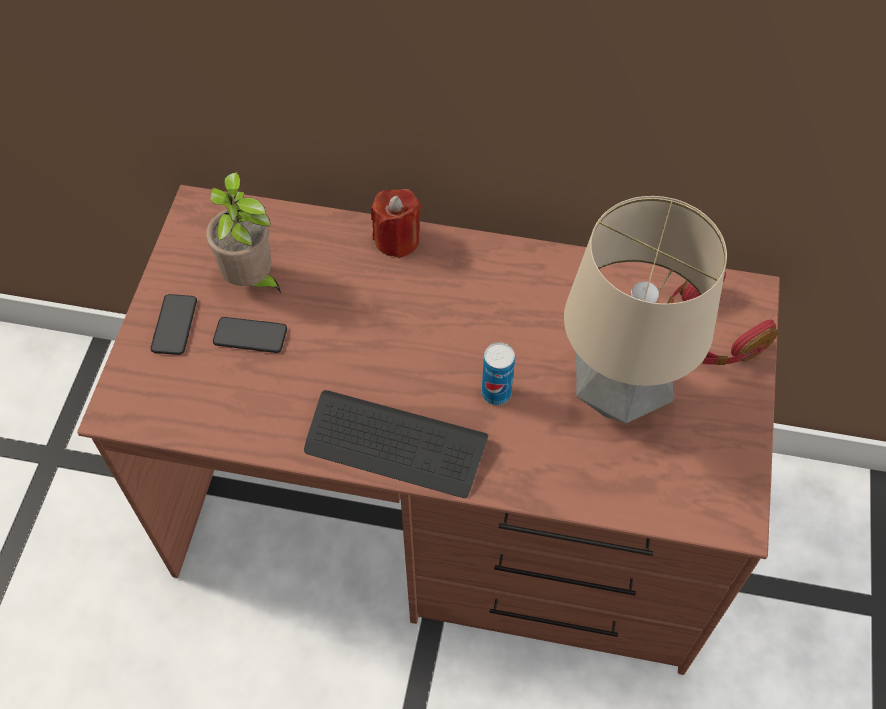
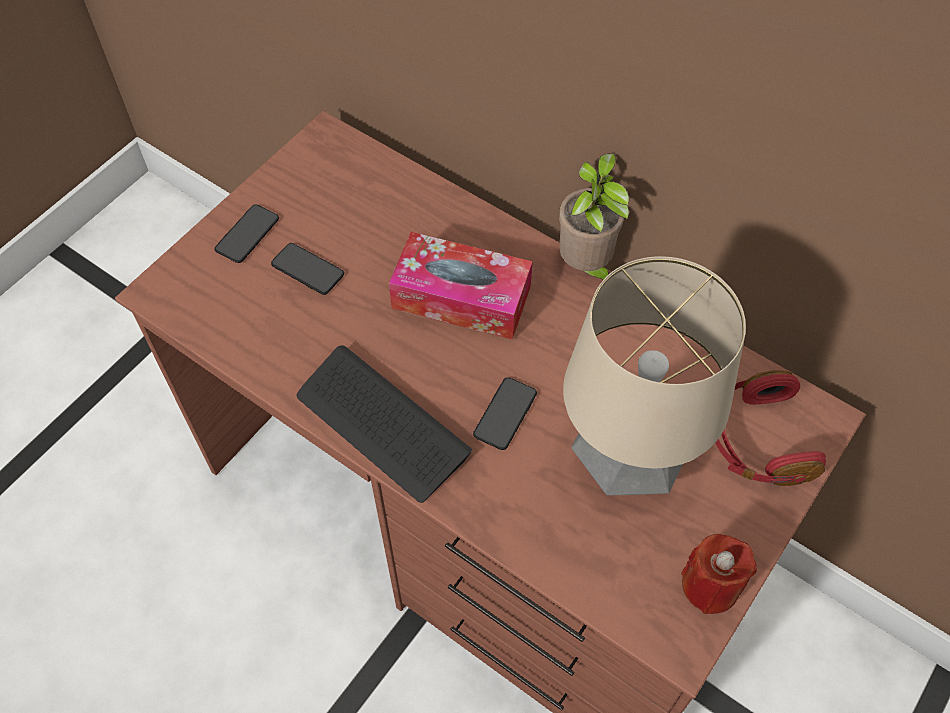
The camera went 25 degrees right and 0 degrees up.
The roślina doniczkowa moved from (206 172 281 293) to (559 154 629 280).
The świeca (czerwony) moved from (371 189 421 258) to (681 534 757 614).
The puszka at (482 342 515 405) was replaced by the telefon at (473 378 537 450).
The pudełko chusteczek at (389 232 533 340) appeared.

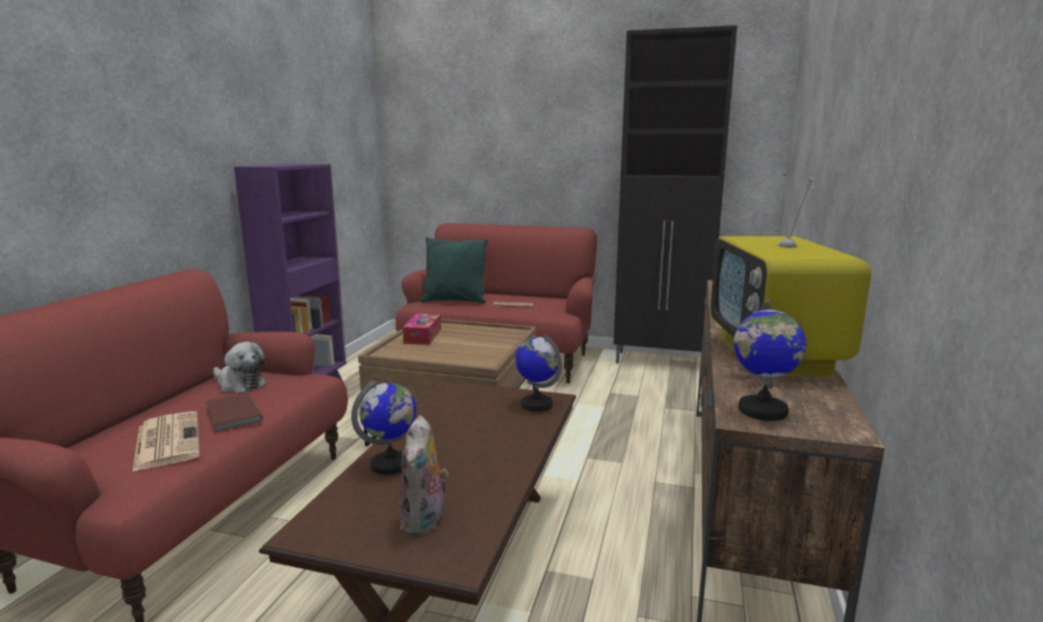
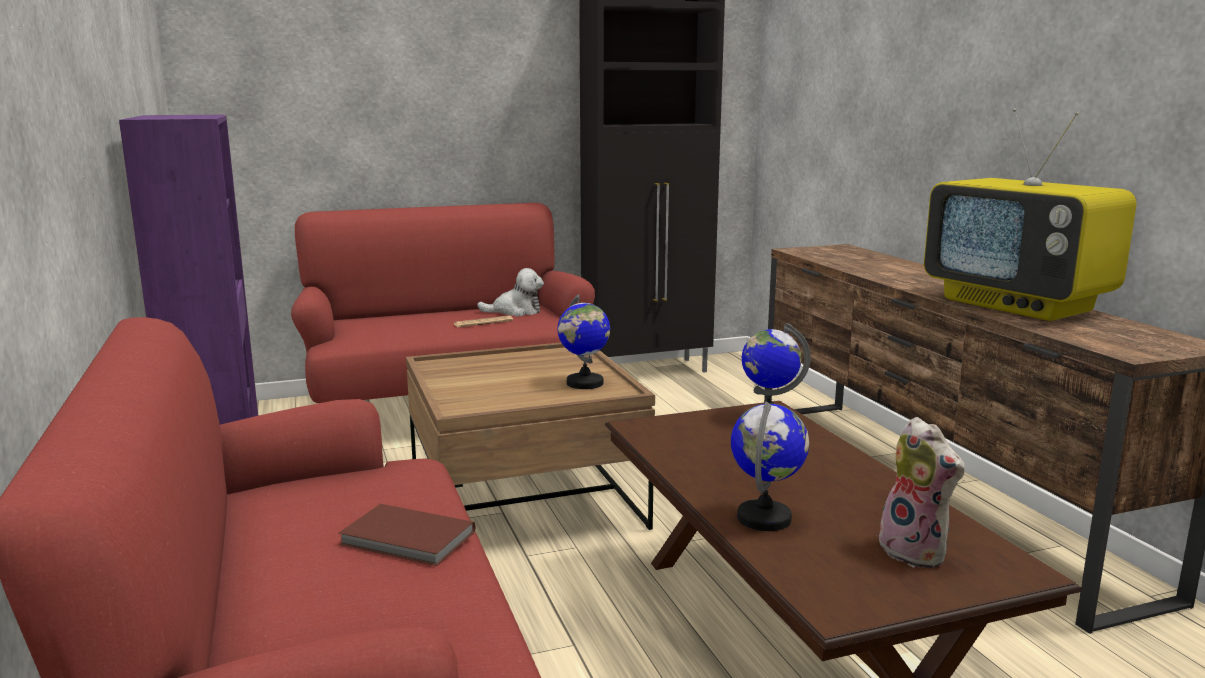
The camera went 35 degrees left and 0 degrees up.
The gazeta at (132 411 200 472) disappeared.
The pluszak moved from (213 342 266 393) to (477 268 544 317).
The pudełko chusteczek at (403 313 441 345) disappeared.
The poduszka (zielony) at (421 237 488 303) disappeared.
The globus moved from (734 299 806 421) to (558 294 610 389).

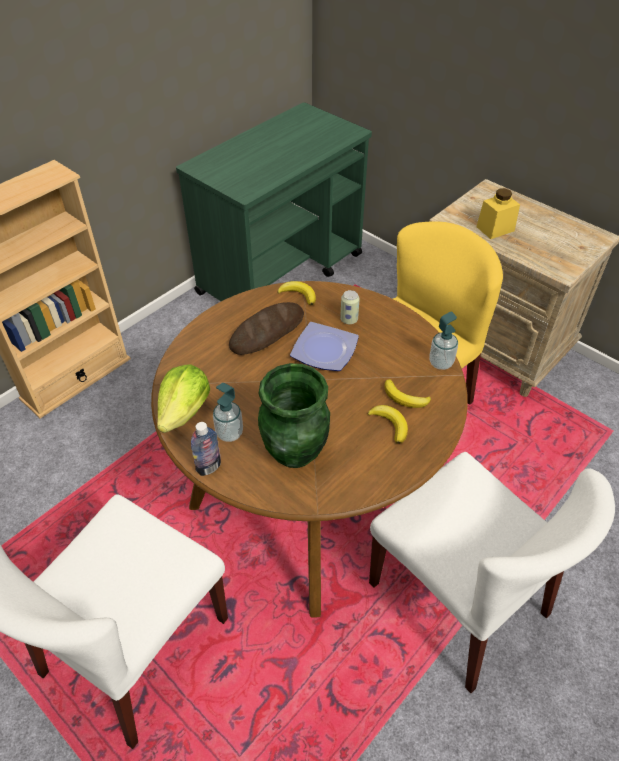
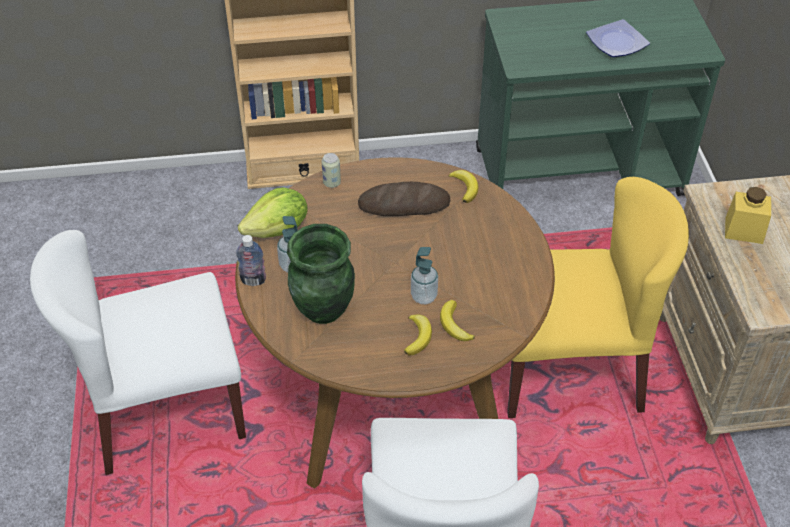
The camera went 40 degrees right and 0 degrees up.
The talerz moved from (290 322 359 371) to (586 19 650 57).
The puszka moved from (340 290 360 324) to (322 153 341 188).
The dozownik mydła moved from (429 311 458 370) to (411 247 438 304).

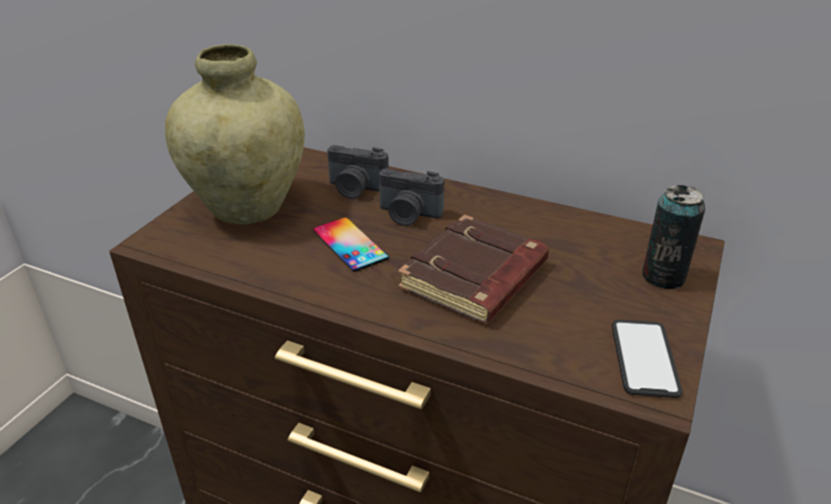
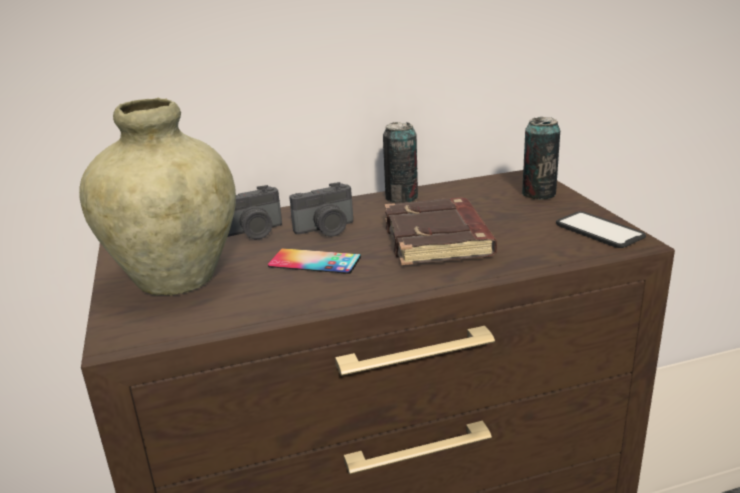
The camera went 40 degrees left and 10 degrees down.
The puszka at (383 122 418 203) appeared.

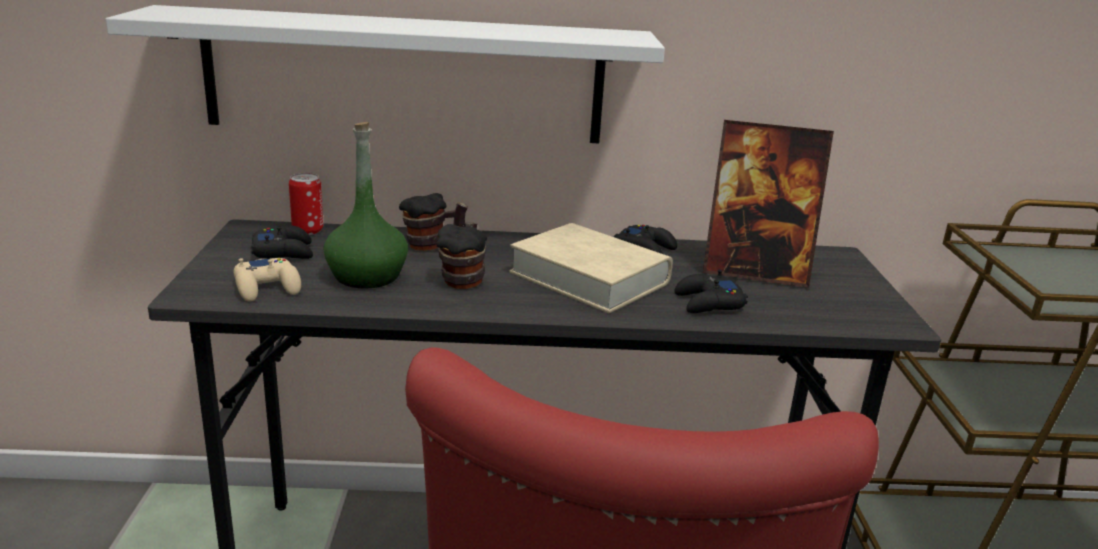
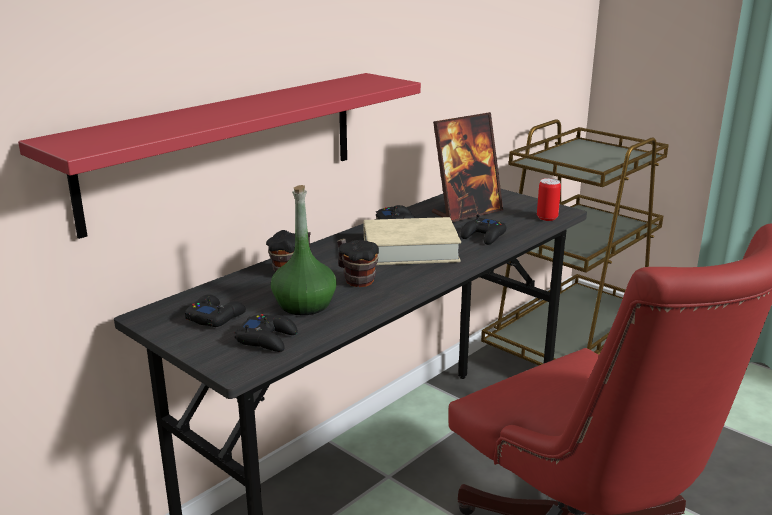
The camera went 45 degrees left and 0 degrees up.
The półka (biały) at (106 5 665 143) became the półka (czerwony) at (18 73 421 239).
The pad do gier (beżowy) at (234 258 301 302) became the pad do gier (czarny) at (235 314 298 352).
The puszka moved from (289 173 323 235) to (537 178 561 221).

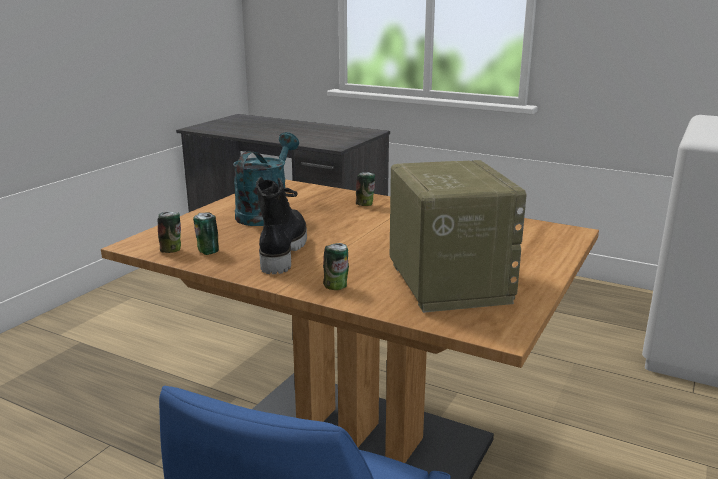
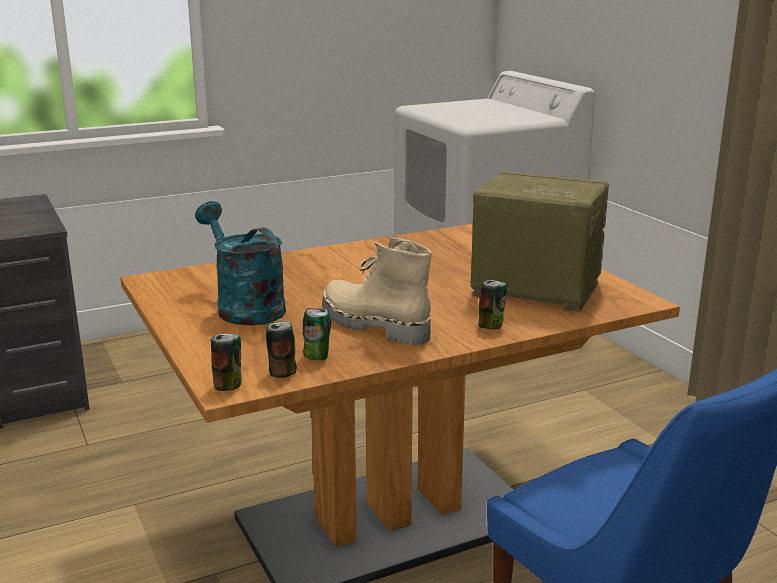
The camera went 55 degrees left and 0 degrees up.
The but z cholewką (czarny) at (256 177 307 274) became the but z cholewką (beżowy) at (322 237 432 345).
The puszka moved from (356 172 375 206) to (210 333 242 391).

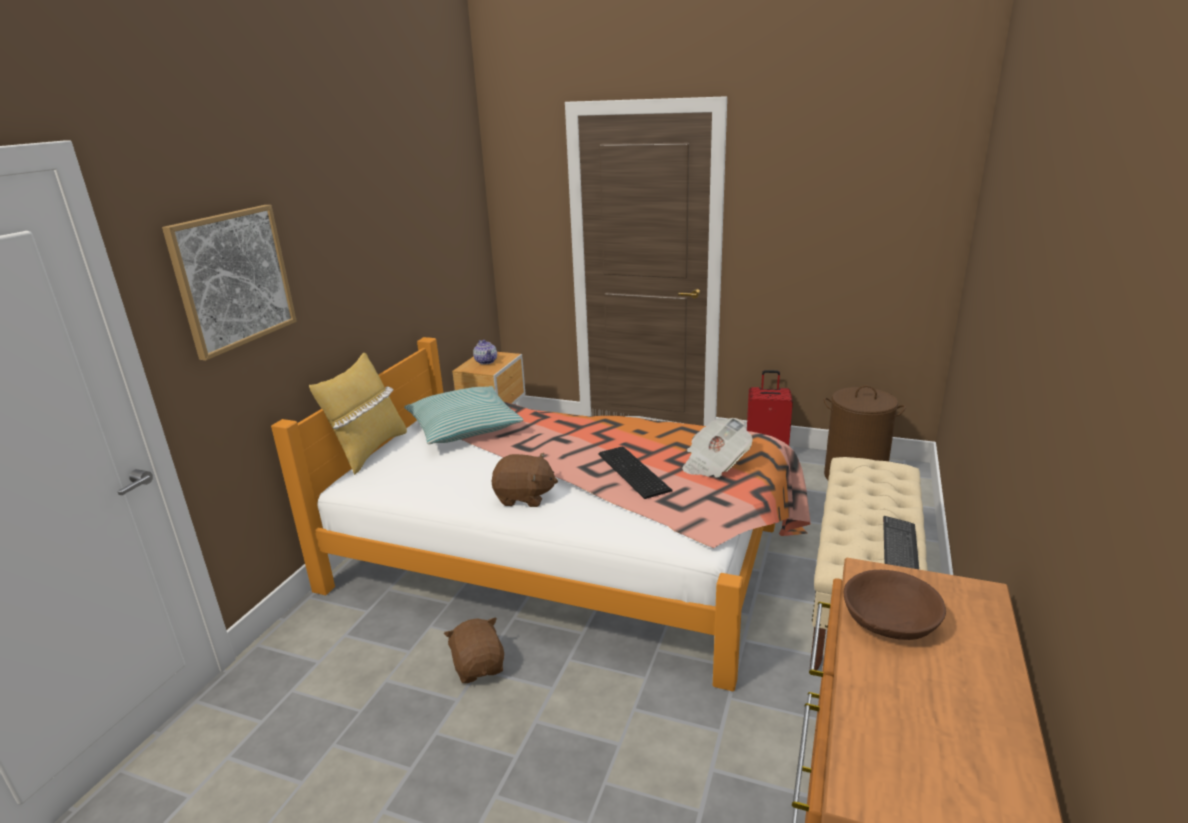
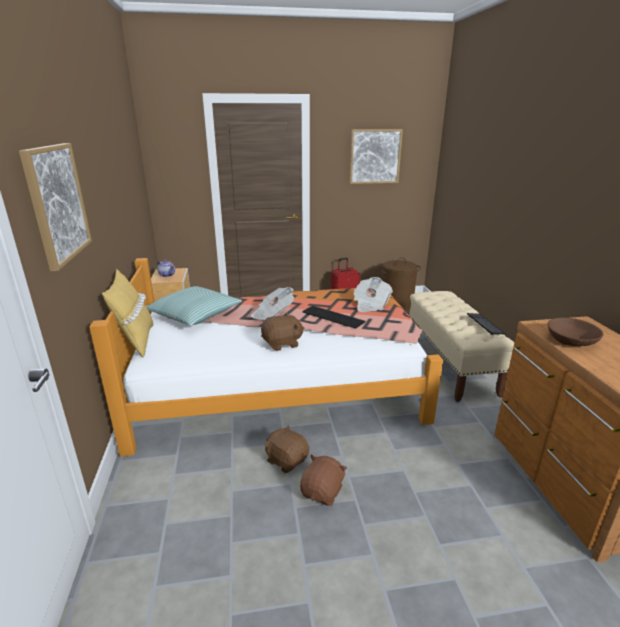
The camera went 30 degrees left and 0 degrees up.
The gazeta at (251 287 294 320) appeared.
The pluszak (brązowy) at (300 455 347 506) appeared.
The obraz at (349 129 403 184) appeared.

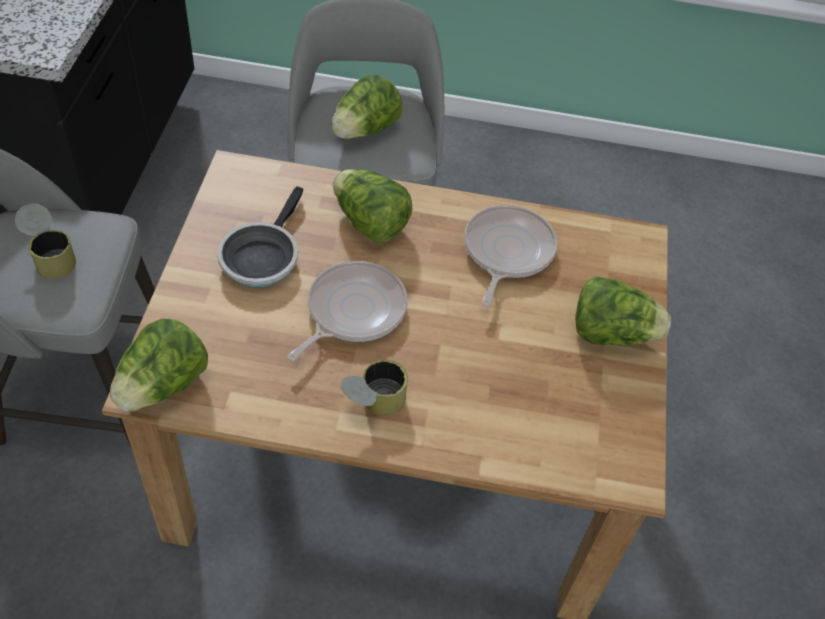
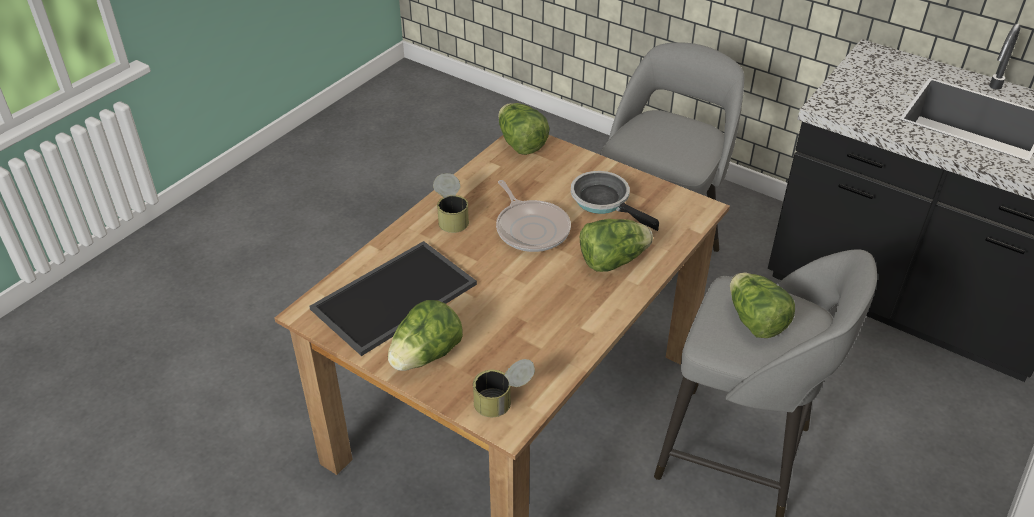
The camera went 120 degrees right and 10 degrees down.
The puszka moved from (15 203 76 279) to (473 359 535 417).
The patelnia at (464 205 557 306) disappeared.
The taca at (309 241 477 356) appeared.

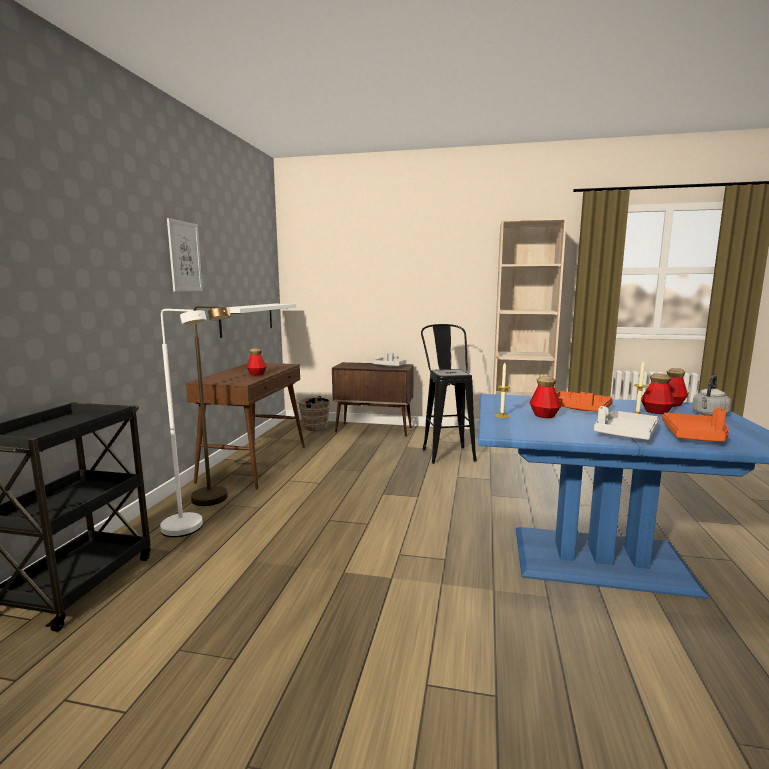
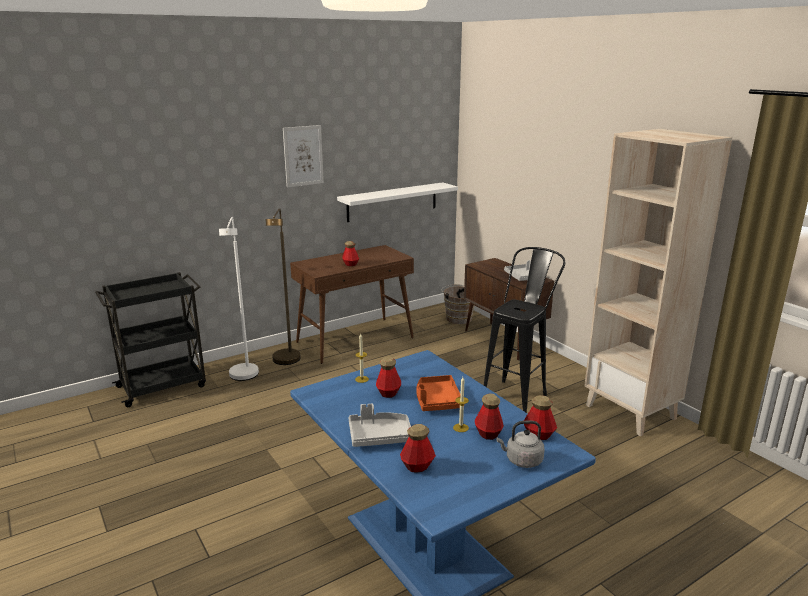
The camera went 45 degrees right and 10 degrees up.
The taca (pomarańczowy) at (662 408 729 442) was replaced by the butelka at (400 424 436 473).

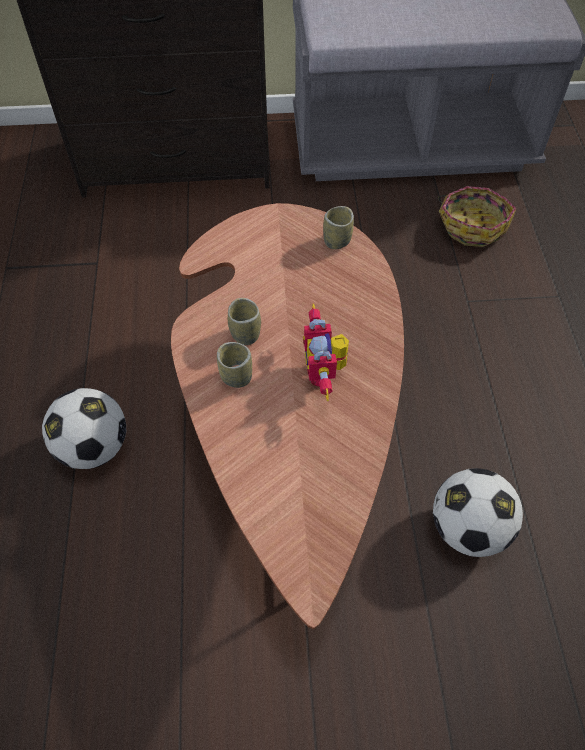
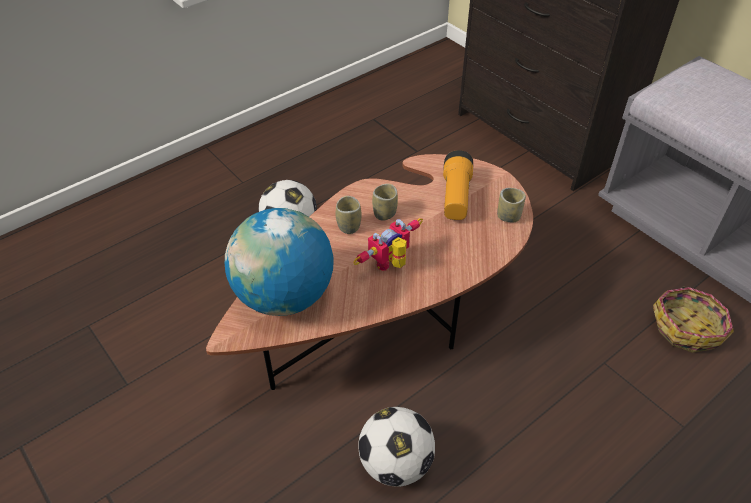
The camera went 55 degrees right and 10 degrees down.
The globus at (225 208 334 316) appeared.
The latarka at (443 150 473 220) appeared.

